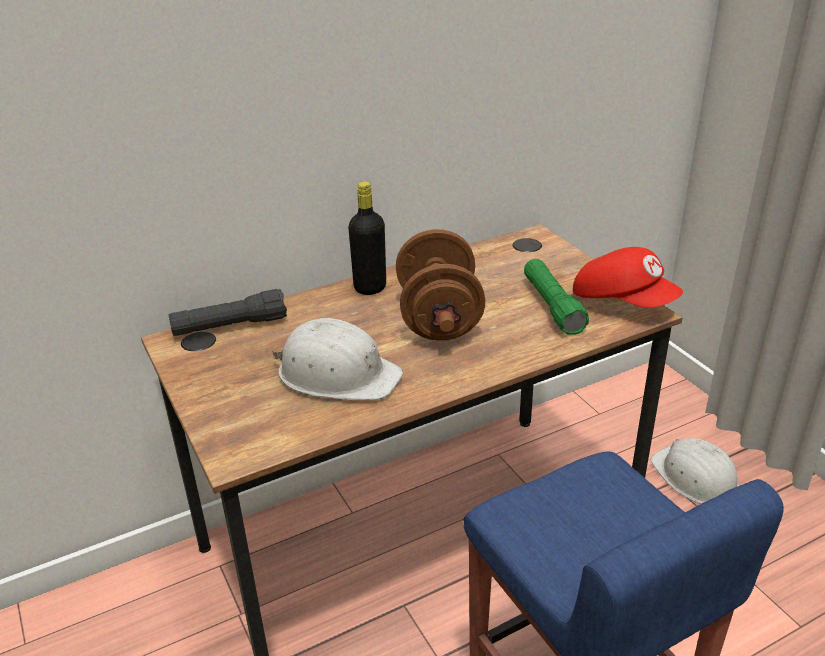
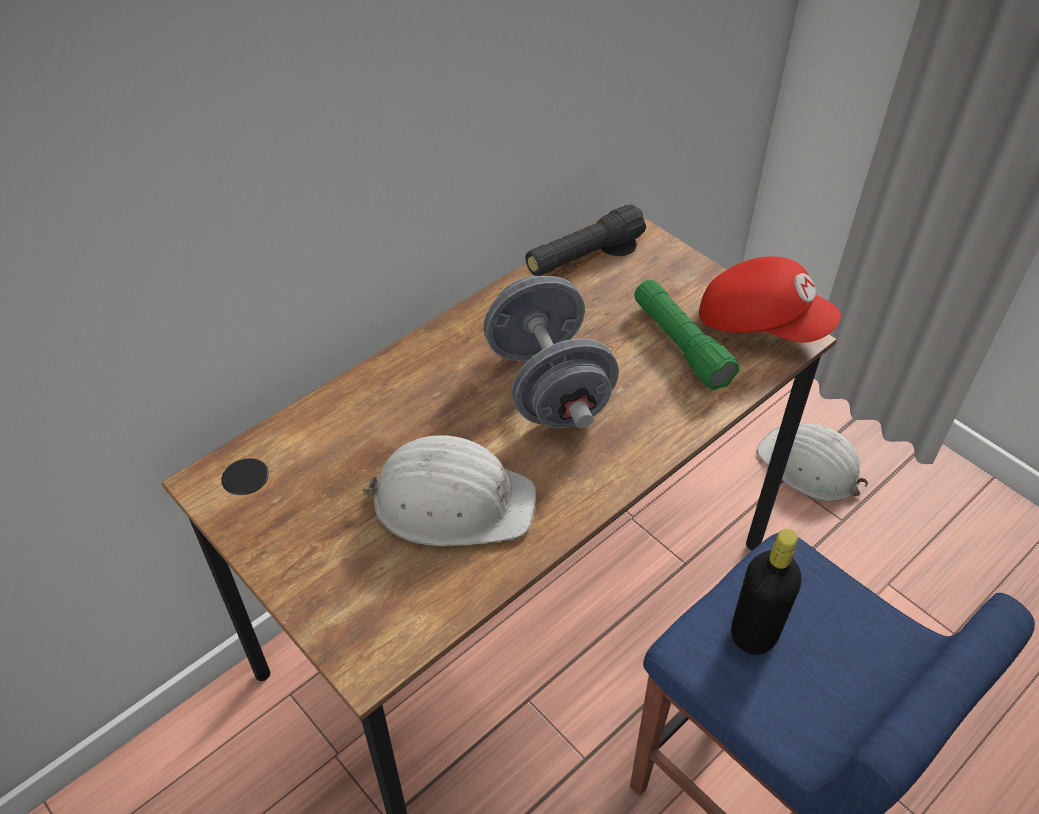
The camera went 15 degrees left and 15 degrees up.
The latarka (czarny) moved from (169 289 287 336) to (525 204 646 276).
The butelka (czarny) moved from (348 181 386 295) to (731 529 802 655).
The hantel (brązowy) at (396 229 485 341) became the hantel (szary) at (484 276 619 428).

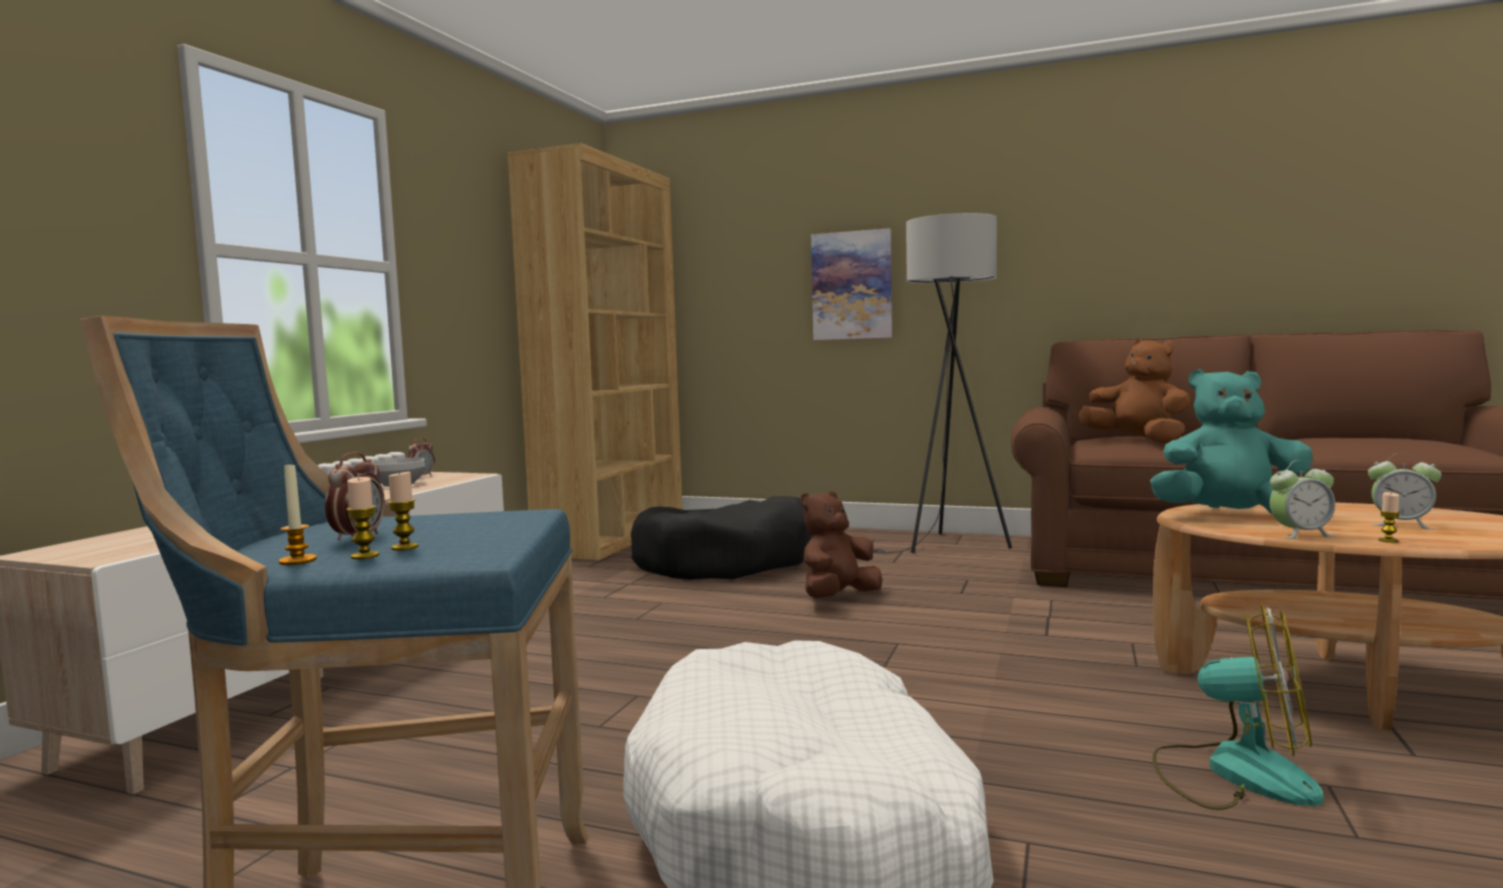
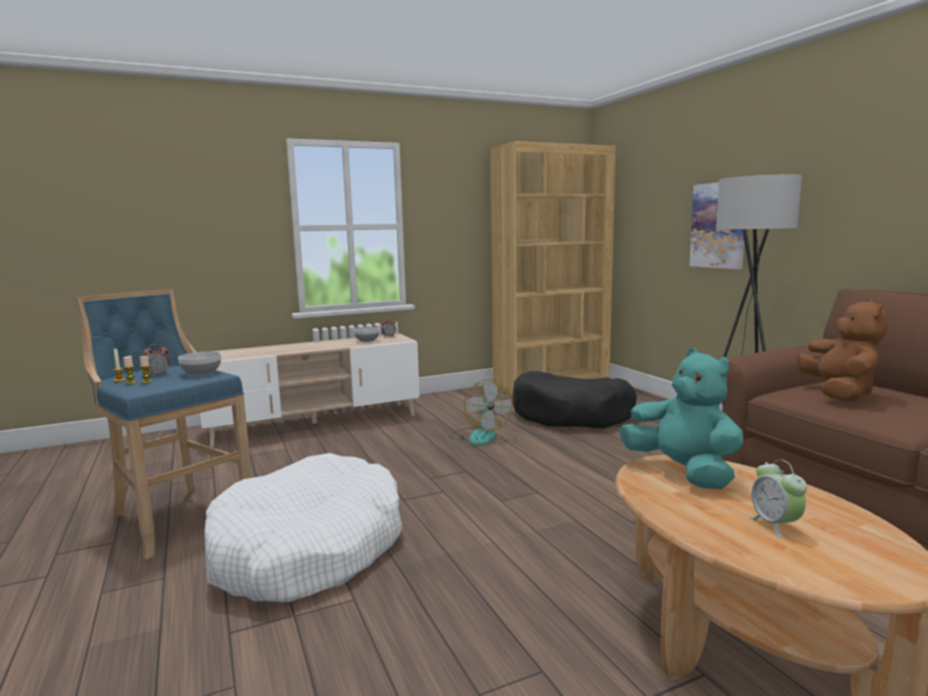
The camera went 45 degrees right and 5 degrees up.
The pluszak (brązowy) at (801 491 883 598) disappeared.
The wentylator moved from (1152 604 1324 810) to (449 380 513 446).
The budzik at (1270 460 1335 539) disappeared.
The świeca at (1378 492 1400 543) disappeared.
The miska at (178 351 221 376) appeared.

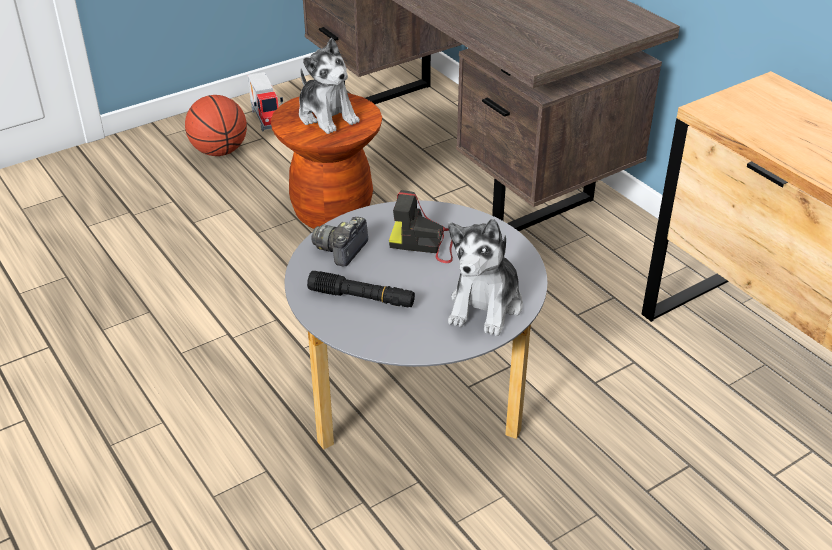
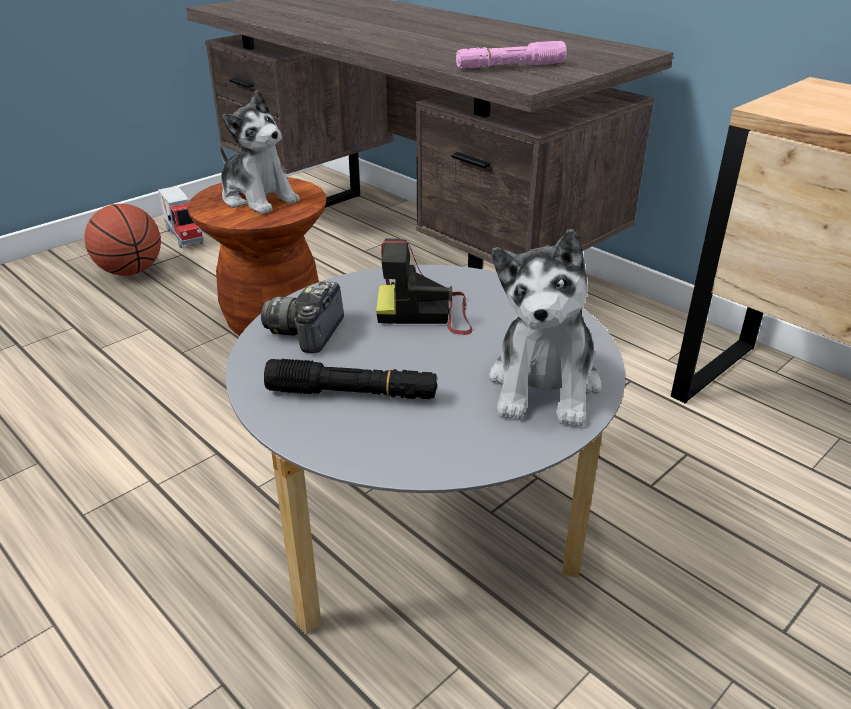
The camera went 10 degrees left and 5 degrees down.
The latarka (różowy) at (456 41 567 68) appeared.

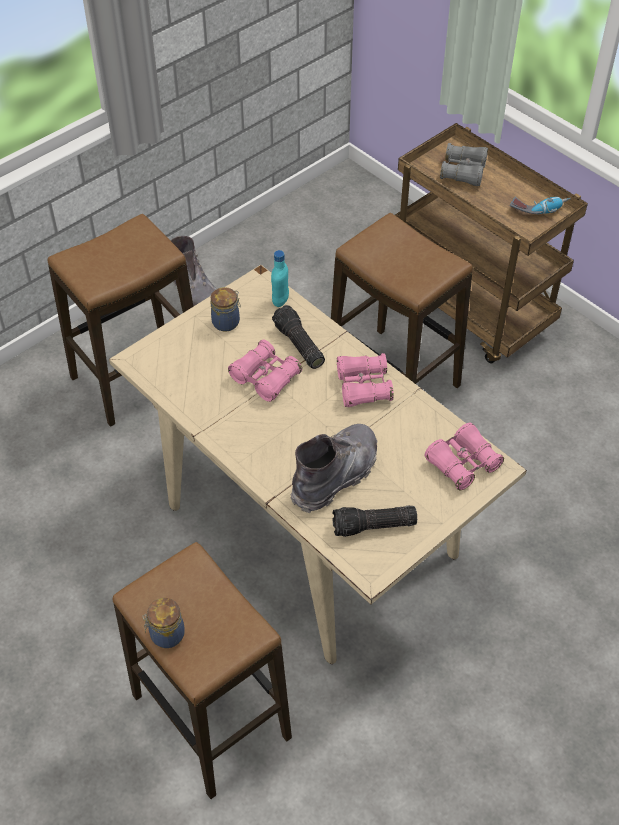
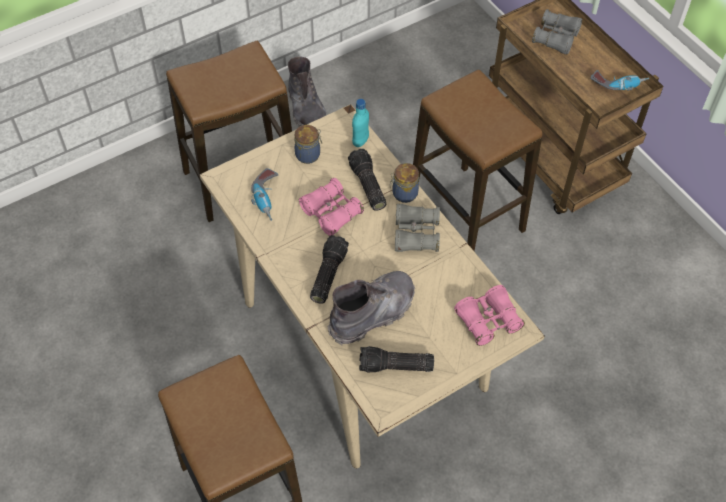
The camera went 10 degrees right and 5 degrees up.
The słoik moved from (143 598 185 648) to (390 163 419 203).
The lornetka (różowy) at (337 353 394 407) became the lornetka (szary) at (395 204 440 252).
The wiertarka at (251 168 278 221) appeared.
The latarka at (310 235 349 304) appeared.

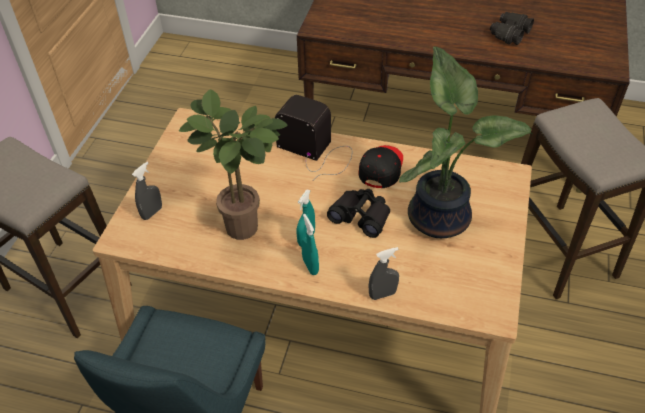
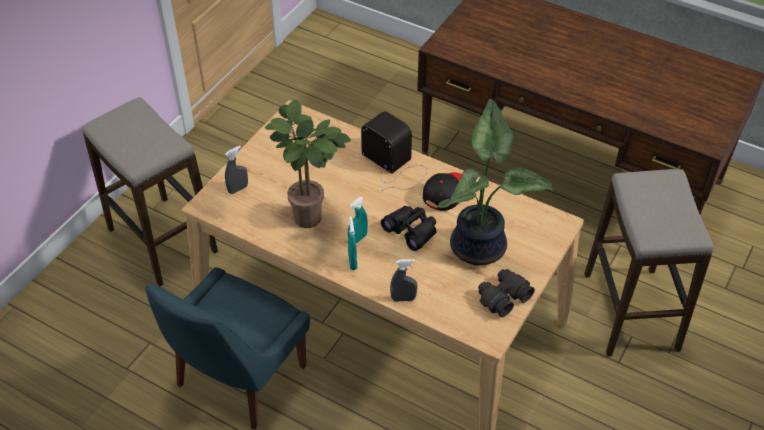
The camera went 15 degrees right and 0 degrees up.
The lornetka (czarny) moved from (490 12 534 45) to (478 269 535 317).

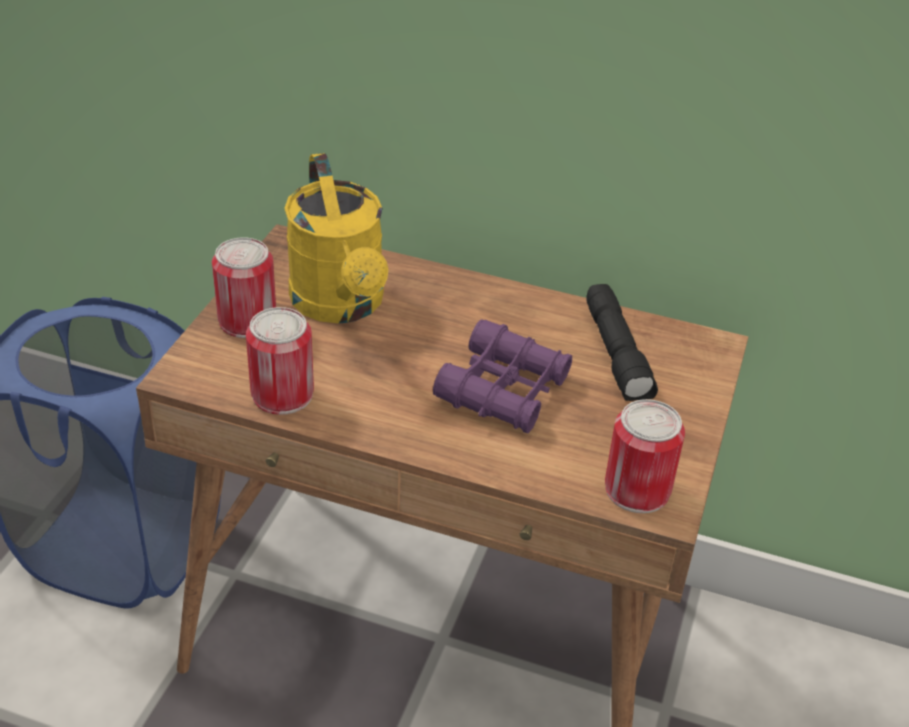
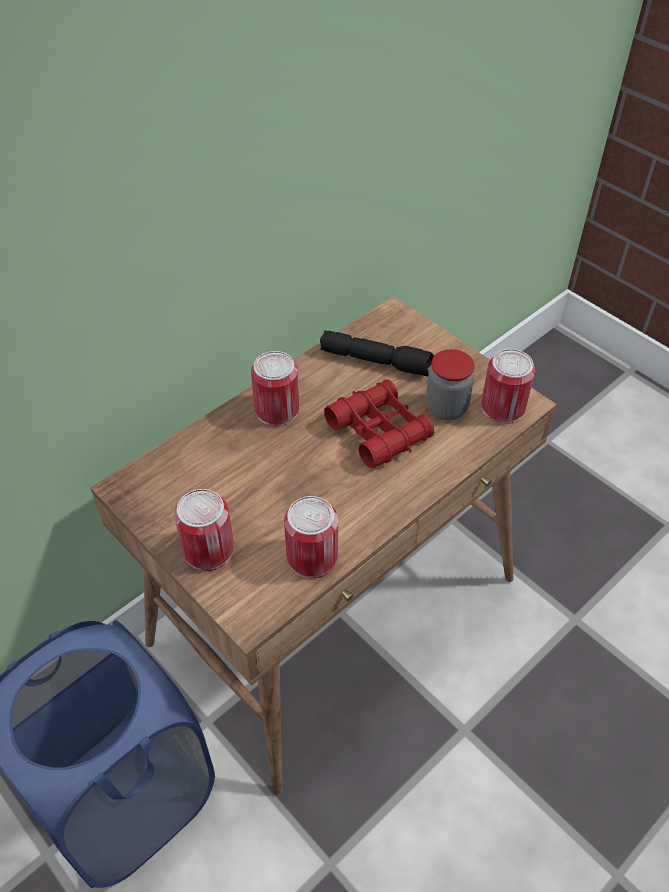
The camera went 60 degrees left and 10 degrees up.
The konewka (żółty) at (284 153 389 323) disappeared.
The lornetka (fioletowy) at (433 319 572 433) became the lornetka (czerwony) at (324 379 435 468).
The puszka at (251 351 299 426) appeared.
The słoik at (426 349 474 420) appeared.

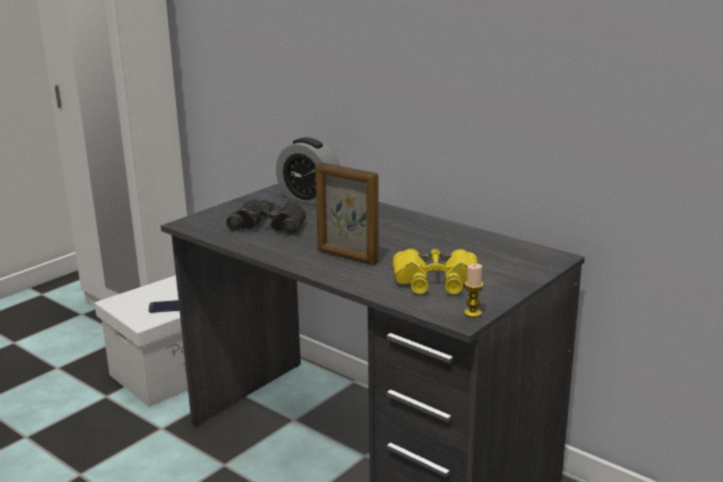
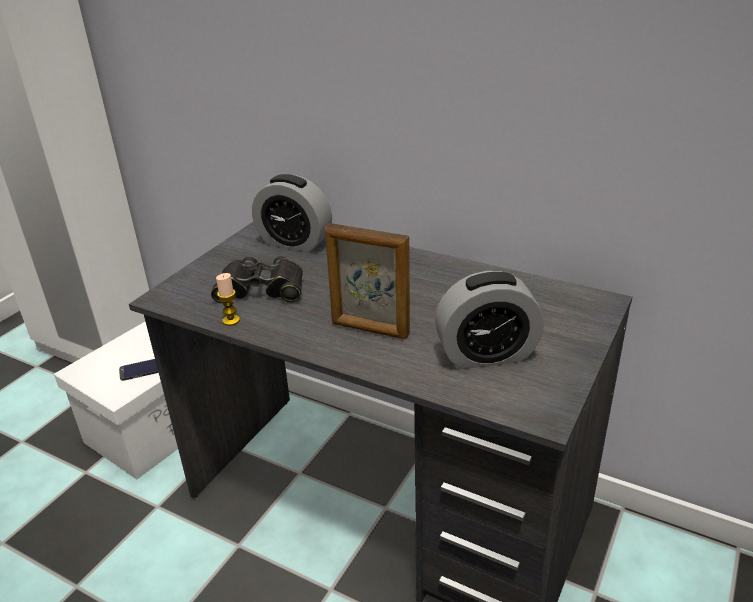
The camera went 10 degrees left and 10 degrees up.
The lornetka (żółty) at (392 249 478 294) was replaced by the budzik at (435 271 544 369).
The świeca moved from (464 264 483 318) to (216 273 240 326).

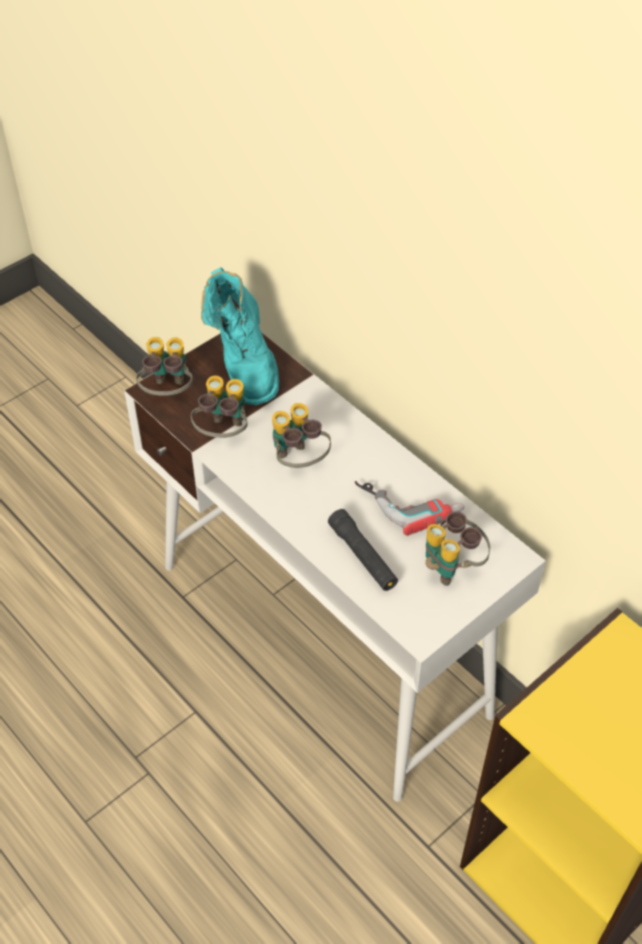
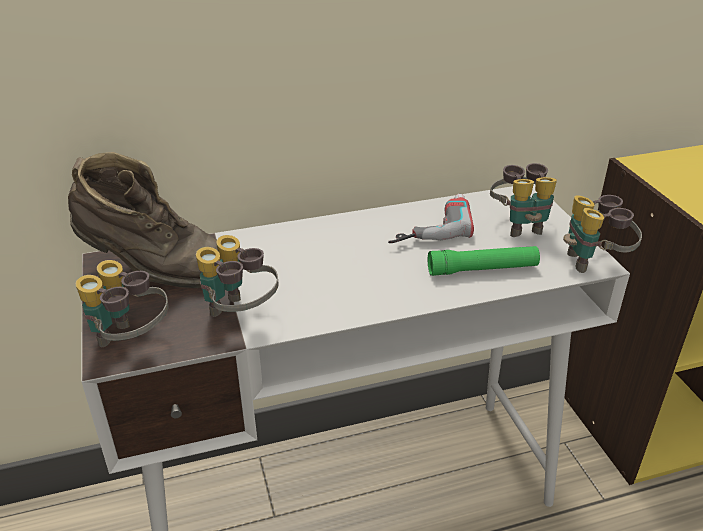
The camera went 65 degrees left and 15 degrees down.
The but z cholewką (turkusowy) at (201 268 279 405) became the but z cholewką (brązowy) at (68 152 221 288).
The lornetka moved from (272 403 331 468) to (563 195 642 273).
The latarka (czarny) at (328 509 398 591) became the latarka (zielony) at (428 246 540 276).

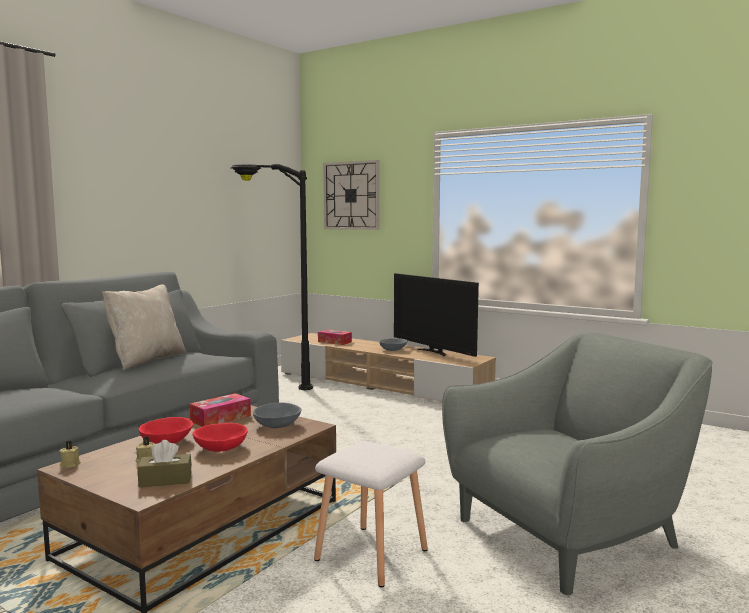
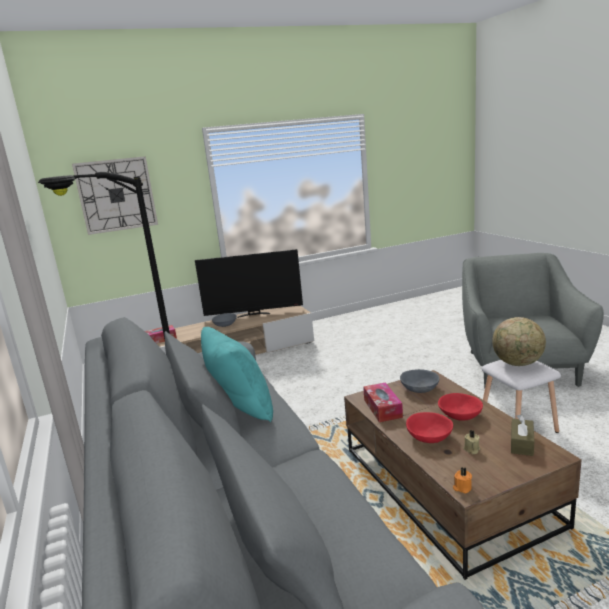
The camera went 55 degrees left and 10 degrees up.
The świeca (beżowy) at (60 441 81 468) became the świeca (pomarańczowy) at (453 467 472 493).
The poduszka (beżowy) at (102 284 186 370) became the poduszka (turkusowy) at (201 327 273 422).
The globus at (492 317 546 366) appeared.

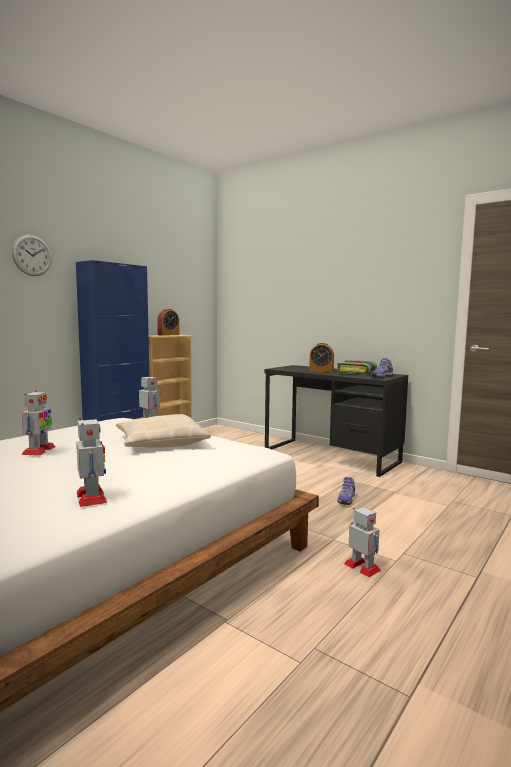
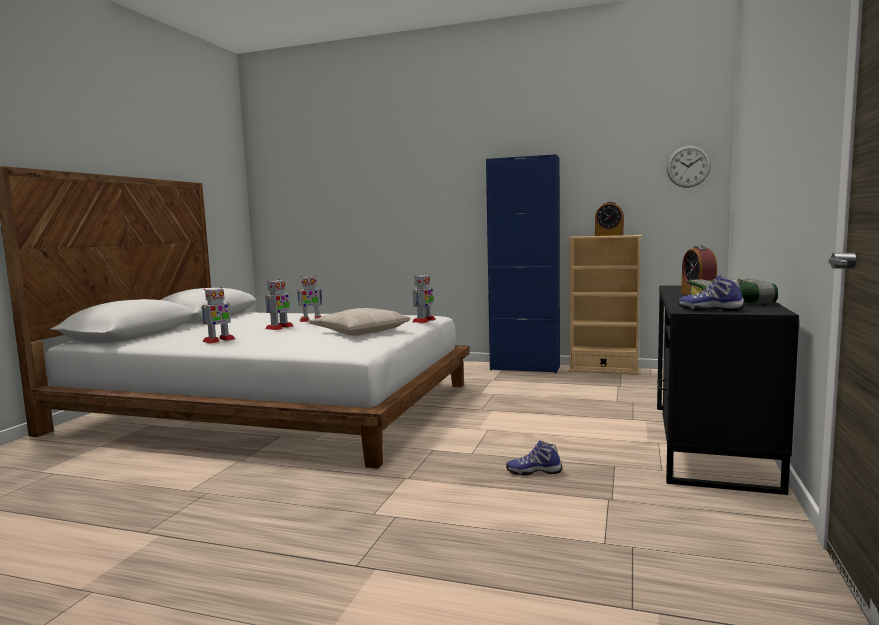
The camera went 70 degrees right and 0 degrees up.
The zegar ścienny moved from (12 235 52 276) to (666 145 711 188).
The robot zabawkowy moved from (344 507 381 577) to (265 279 294 330).

